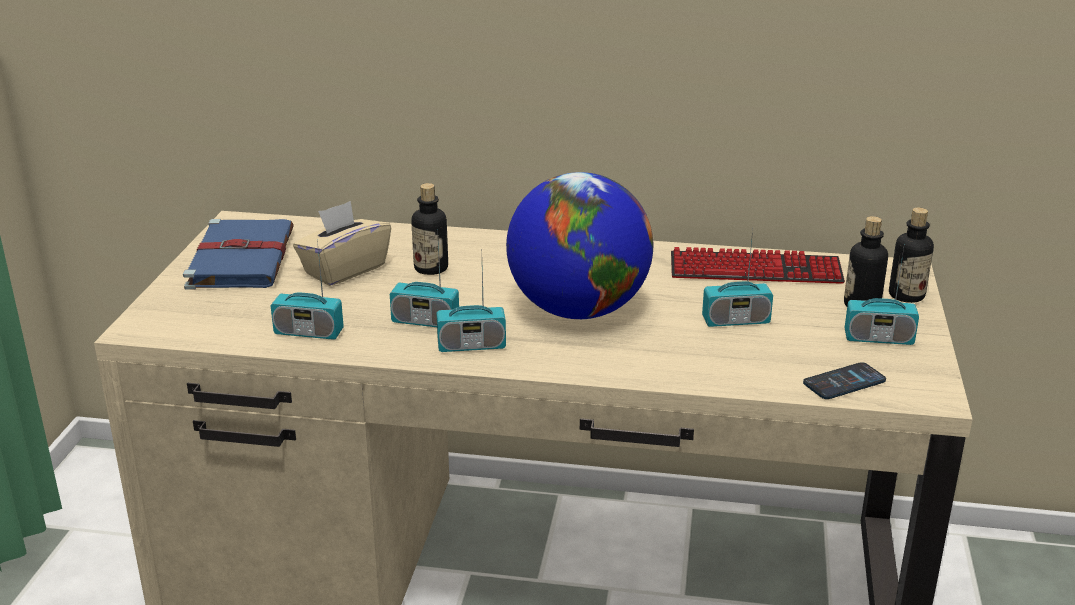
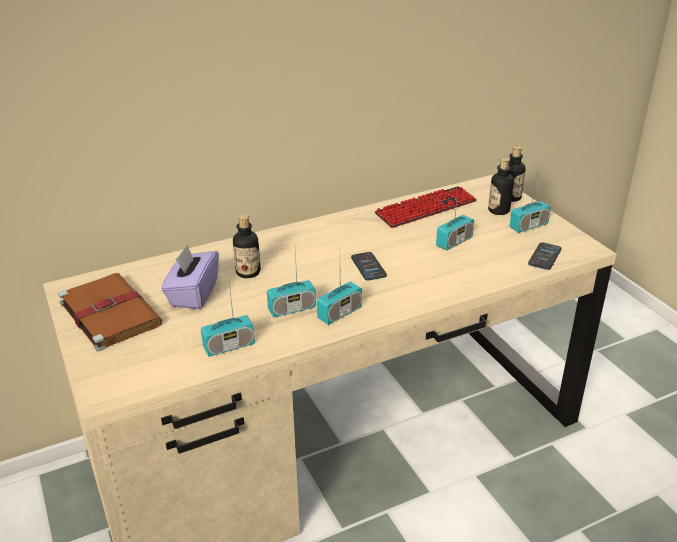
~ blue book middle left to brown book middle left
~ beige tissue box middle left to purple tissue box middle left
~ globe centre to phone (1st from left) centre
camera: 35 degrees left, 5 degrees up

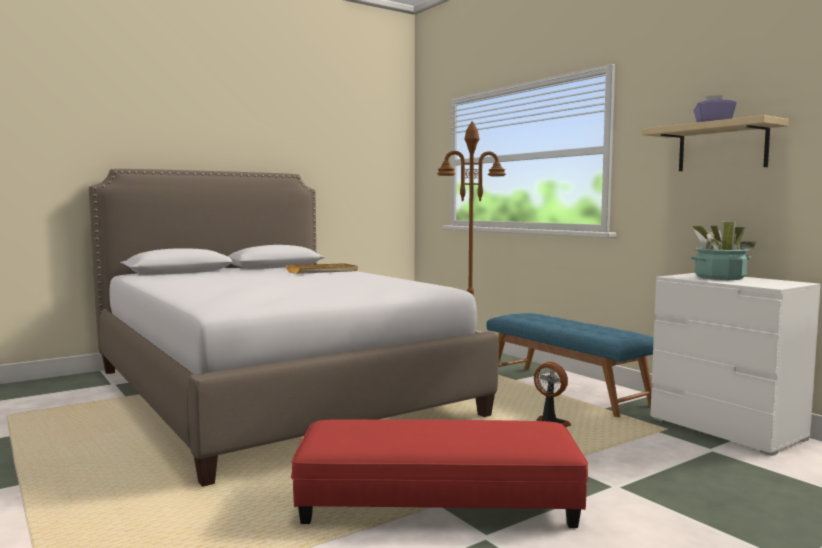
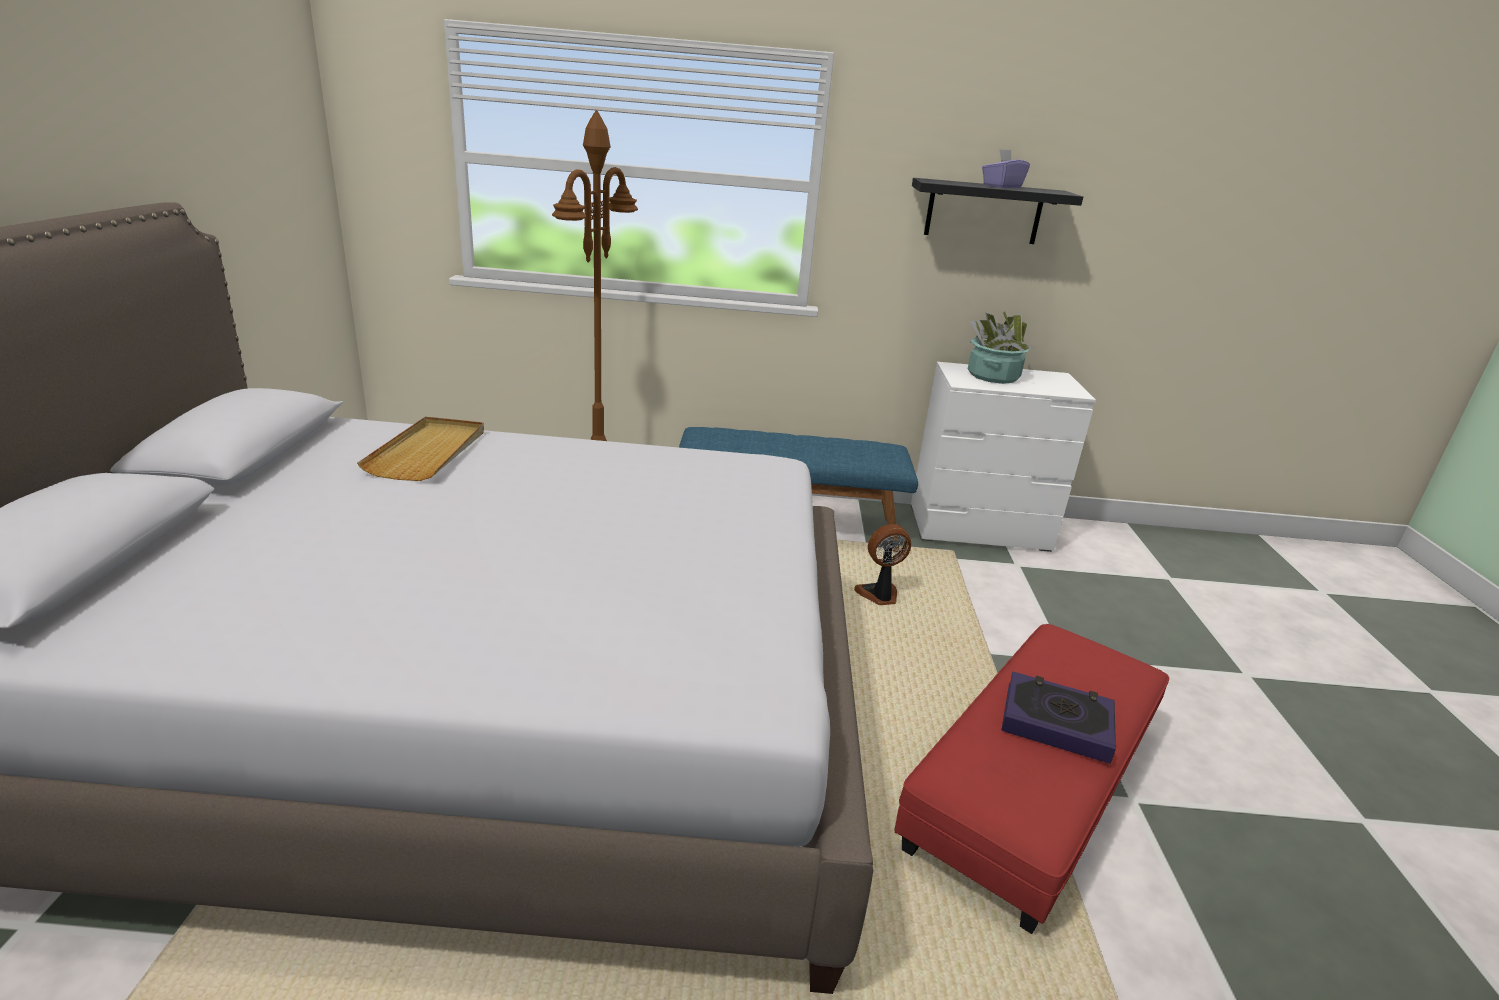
~ beige shelf top right to black shelf top centre
+ book bottom right
camera: 55 degrees left, 20 degrees up

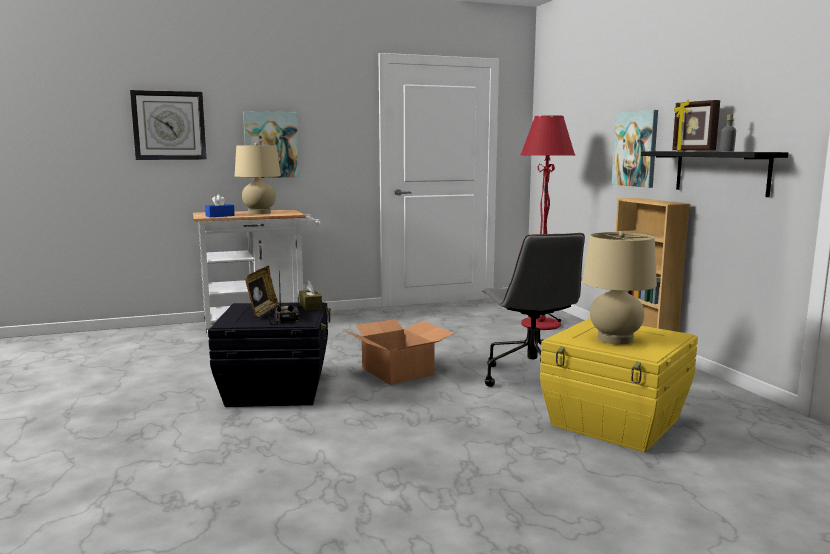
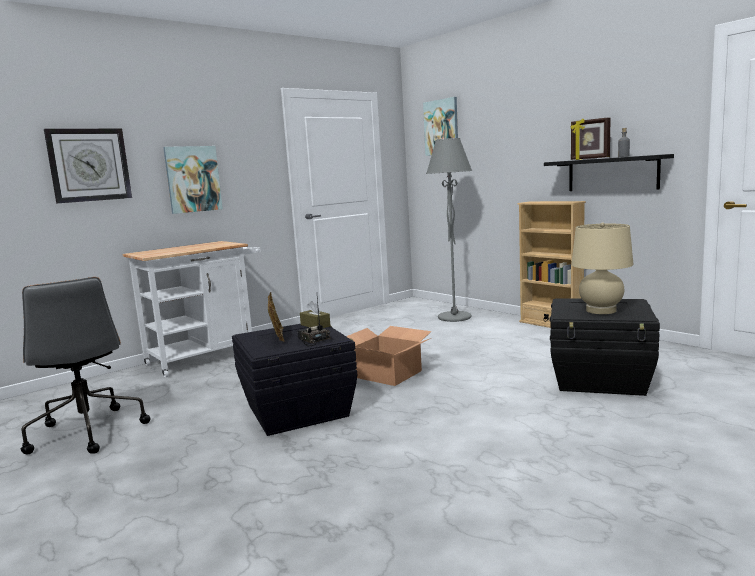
~ grey office chair centre to middle left
~ picture (2nd from left) top right to top centre
~ red floor lamp centre to grey floor lamp centre
~ yellow storage box bottom right to black storage box (2nd from left) middle right
- blue tissue box middle left
- beige table lamp (1st from left) top left
camera: 20 degrees left, 0 degrees up

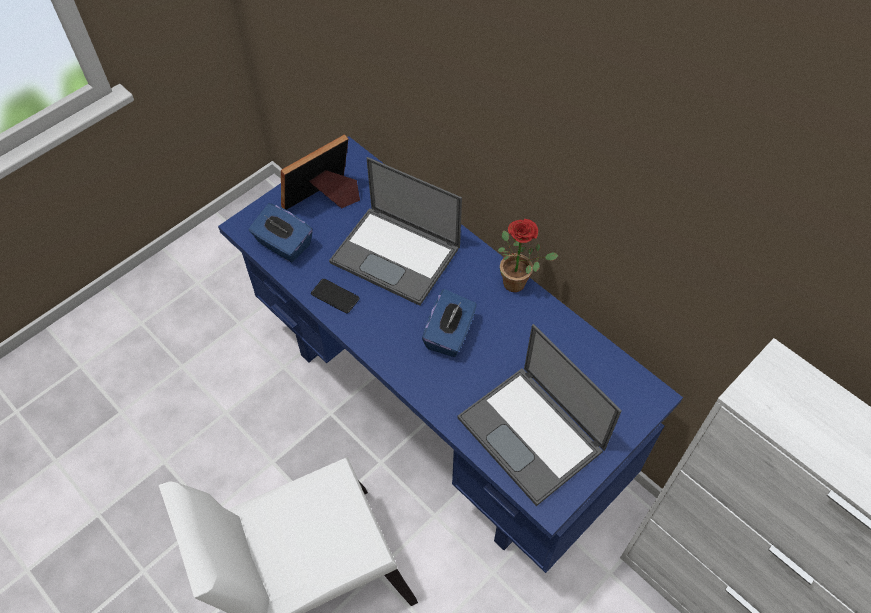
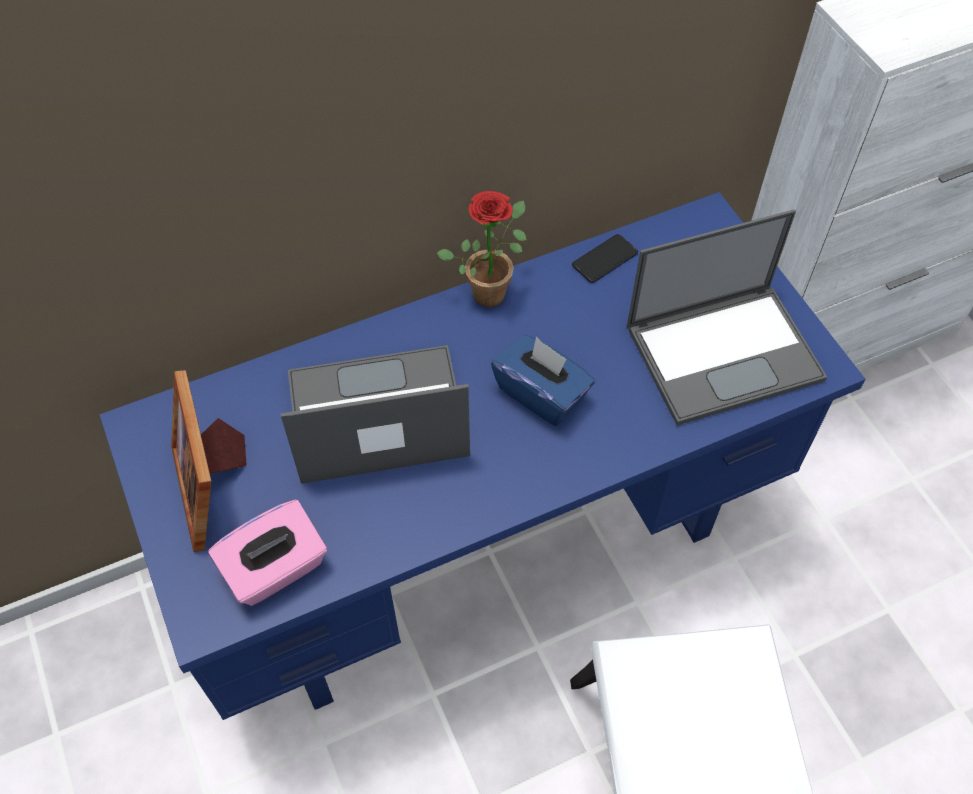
~ blue tissue box (1st from left) middle left to pink tissue box bottom left
~ laptop (1st from left) centre = centre 150 degrees counterclockwise
~ phone centre to top centre
camera: 70 degrees left, 0 degrees up

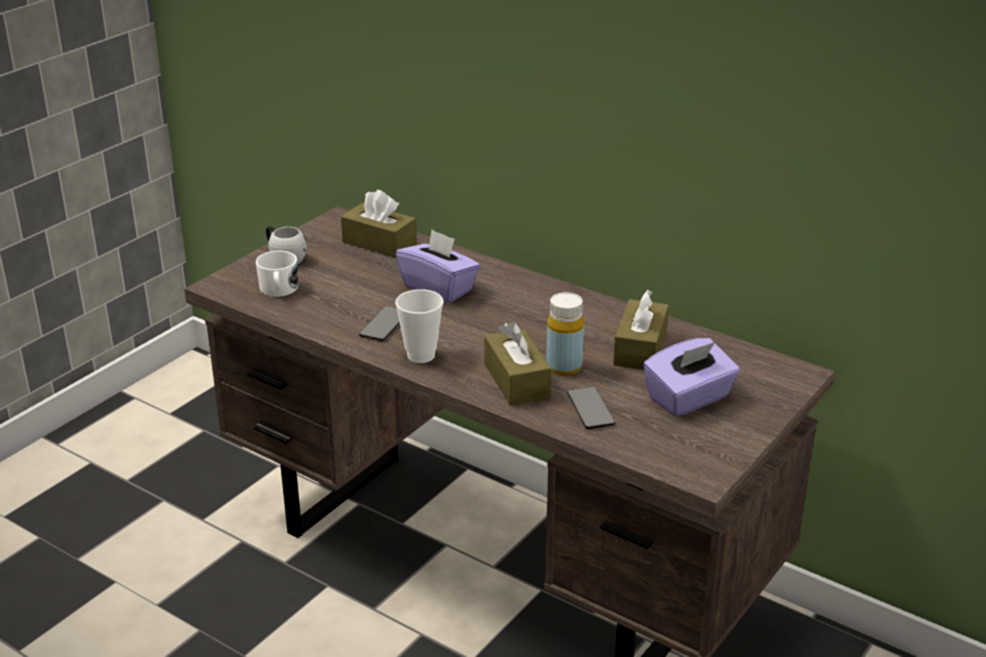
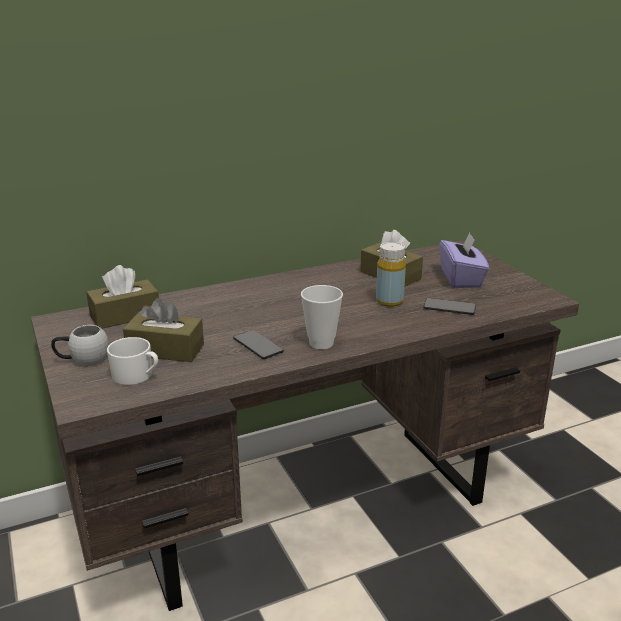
~ brown tissue box (2nd from left) centre to middle left
- purple tissue box (1st from left) centre
camera: 60 degrees left, 5 degrees down

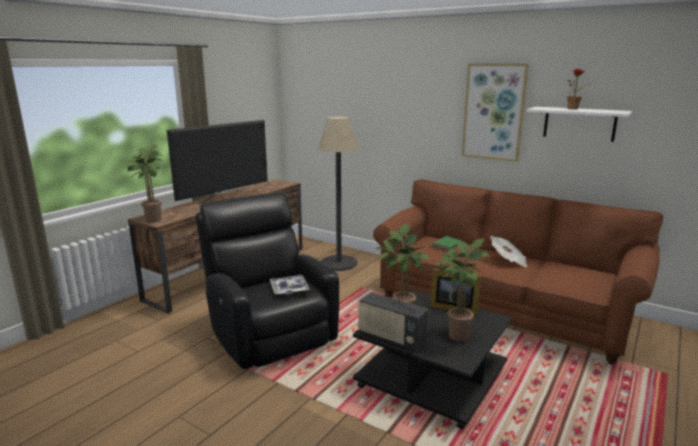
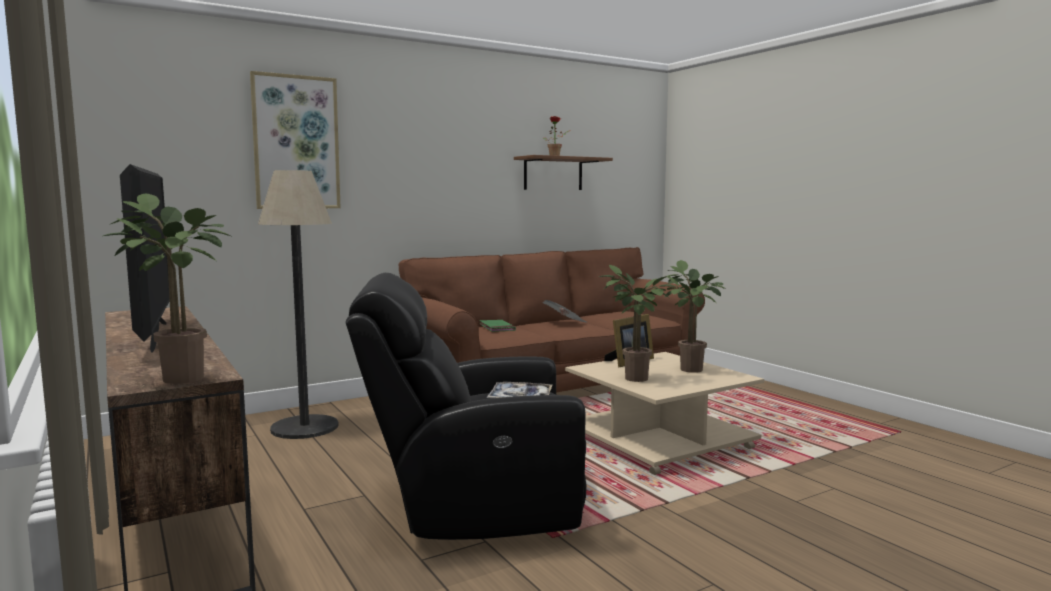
~ picture top right to top left
~ white shelf top right to brown shelf top centre
~ black coffee table bottom centre to beige coffee table bottom centre
- radio bottom centre
camera: 65 degrees left, 10 degrees down

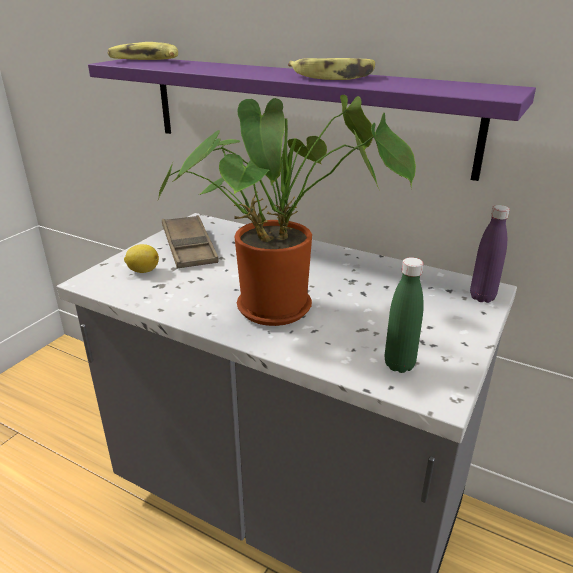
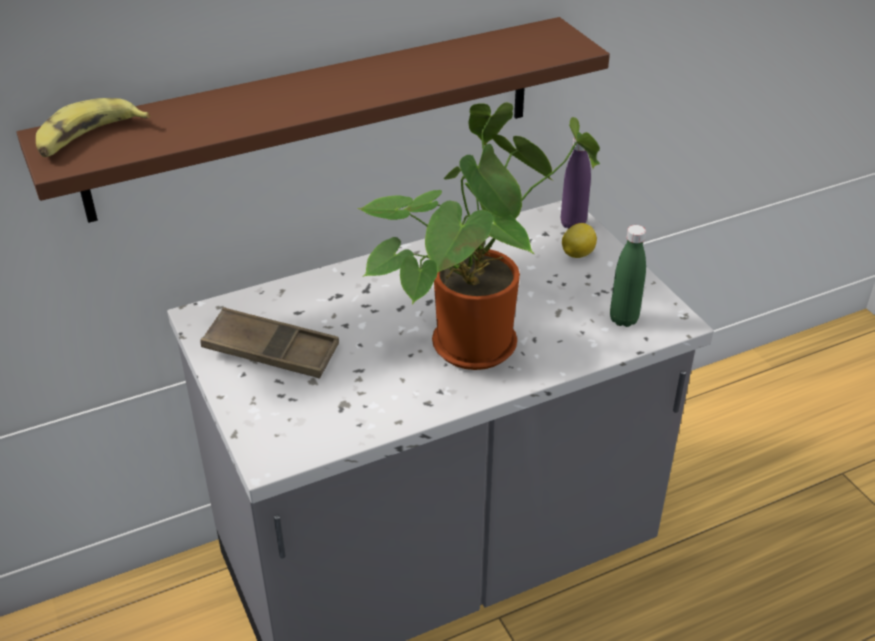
~ purple shelf top centre to brown shelf top centre
~ lemon middle left to centre
- banana (2nd from left) top centre
camera: 55 degrees left, 10 degrees up

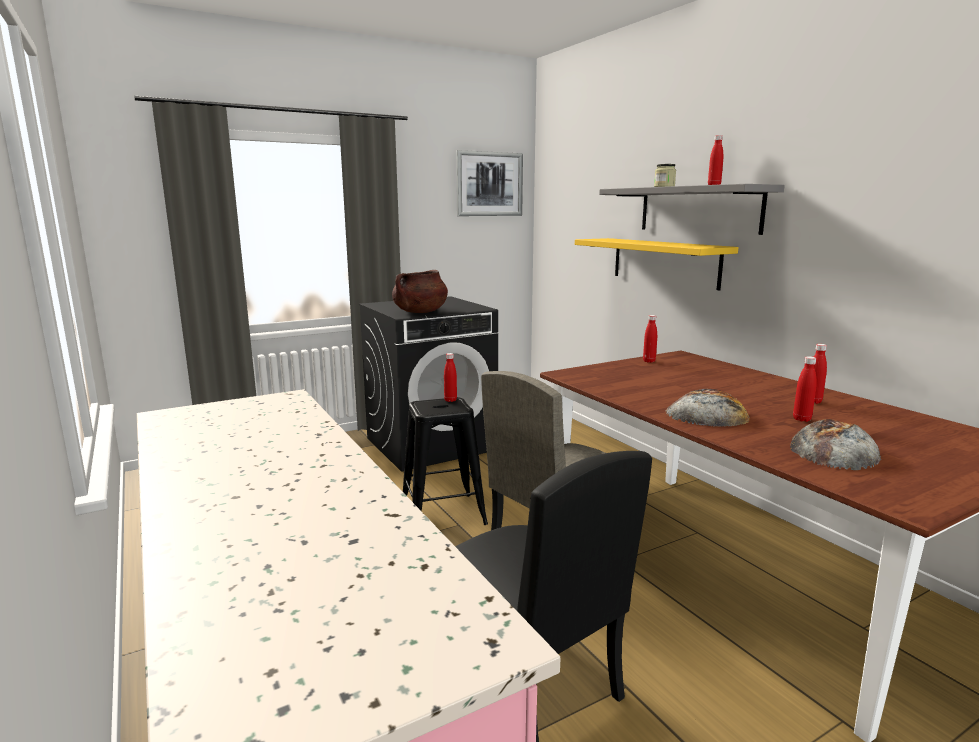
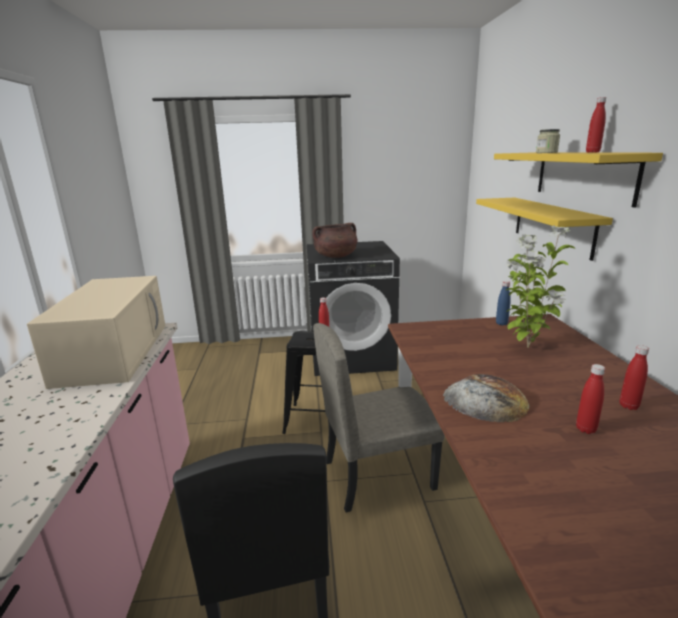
+ beige microwave middle left
~ grey shelf top right to yellow shelf (2nd from left) top right
~ red bottle (2nd from left) centre to blue bottle middle right
+ potted plant middle right
- picture top centre
- bread (2nd from left) middle right
camera: 25 degrees right, 5 degrees up

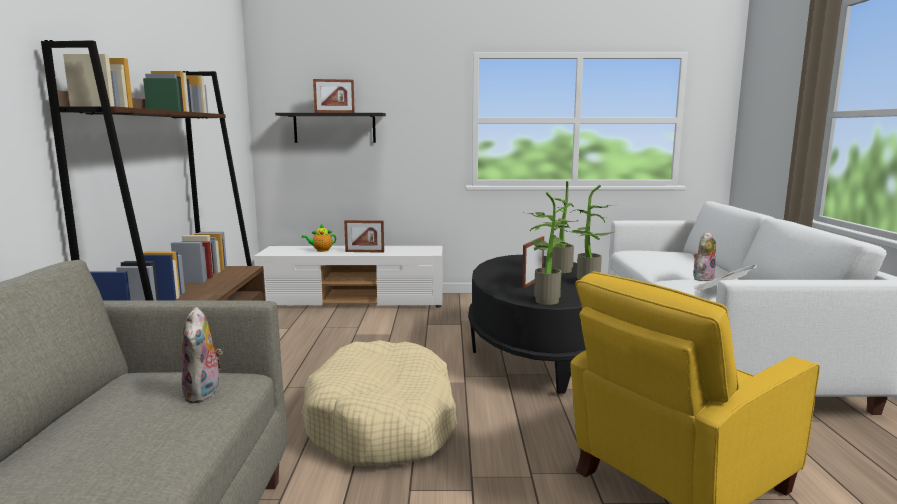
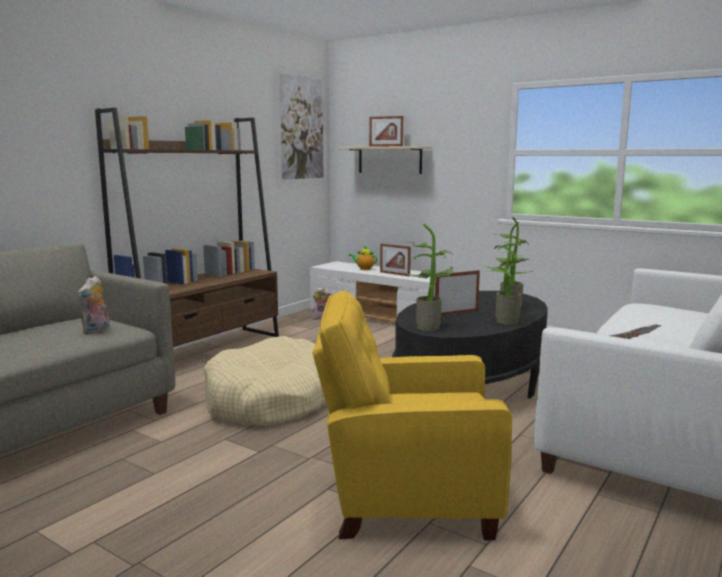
+ picture top centre
~ plush toy (2nd from left) middle right to centre
~ black shelf top centre to beige shelf top centre
camera: 35 degrees right, 0 degrees up

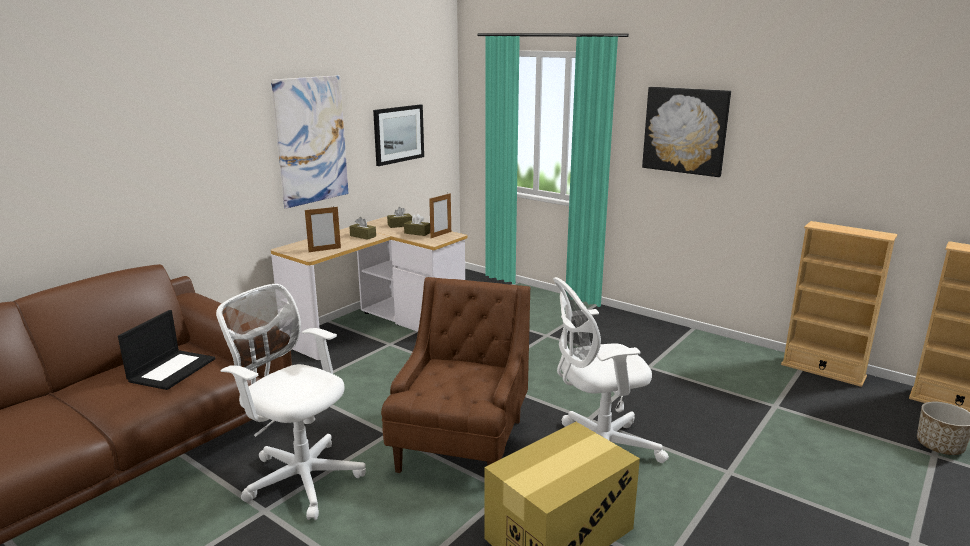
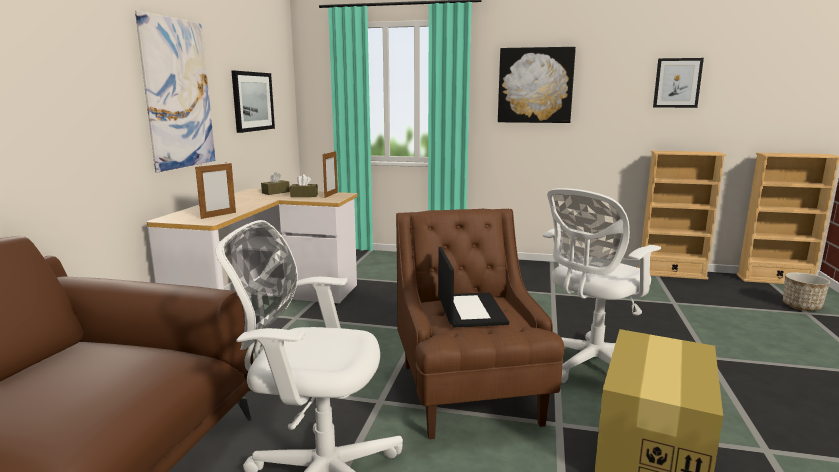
~ laptop middle left to centre
+ picture (4th from left) top right
- brown tissue box (1st from left) centre
camera: 25 degrees left, 5 degrees down

